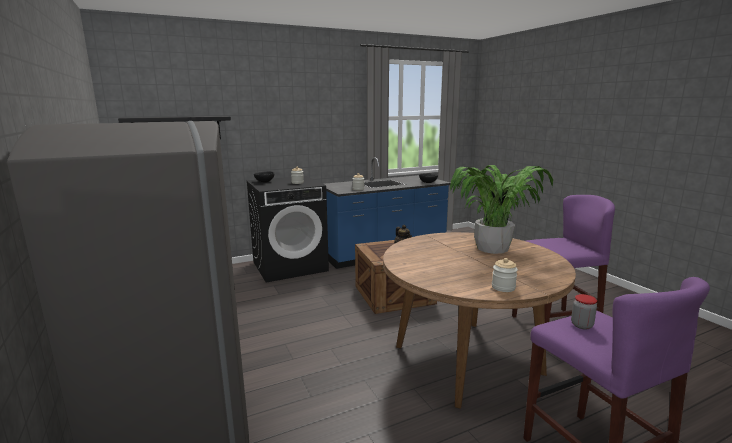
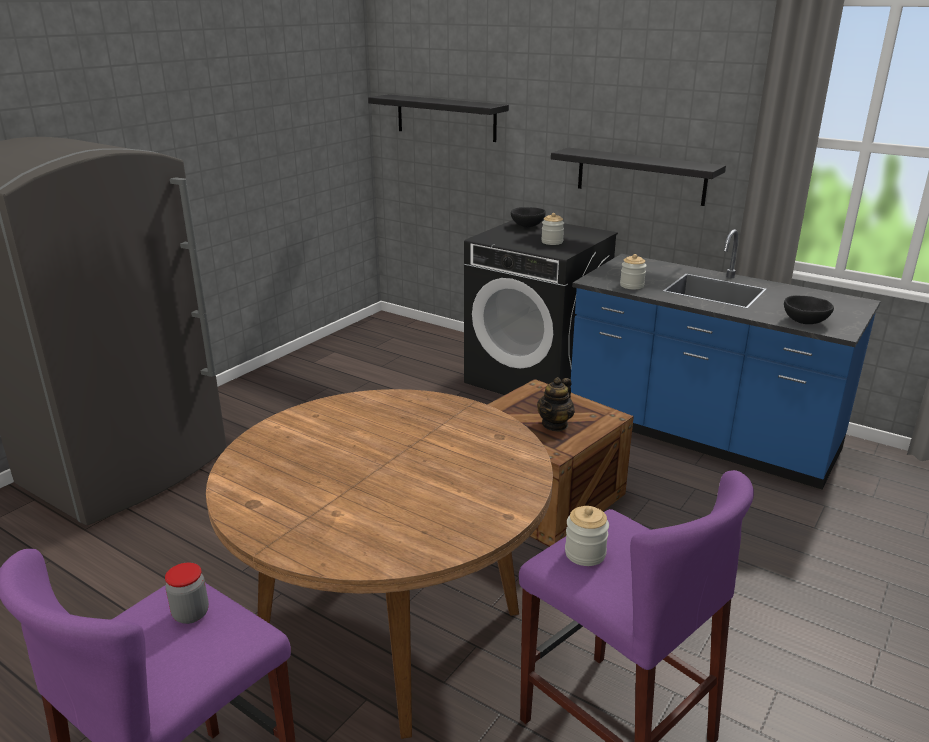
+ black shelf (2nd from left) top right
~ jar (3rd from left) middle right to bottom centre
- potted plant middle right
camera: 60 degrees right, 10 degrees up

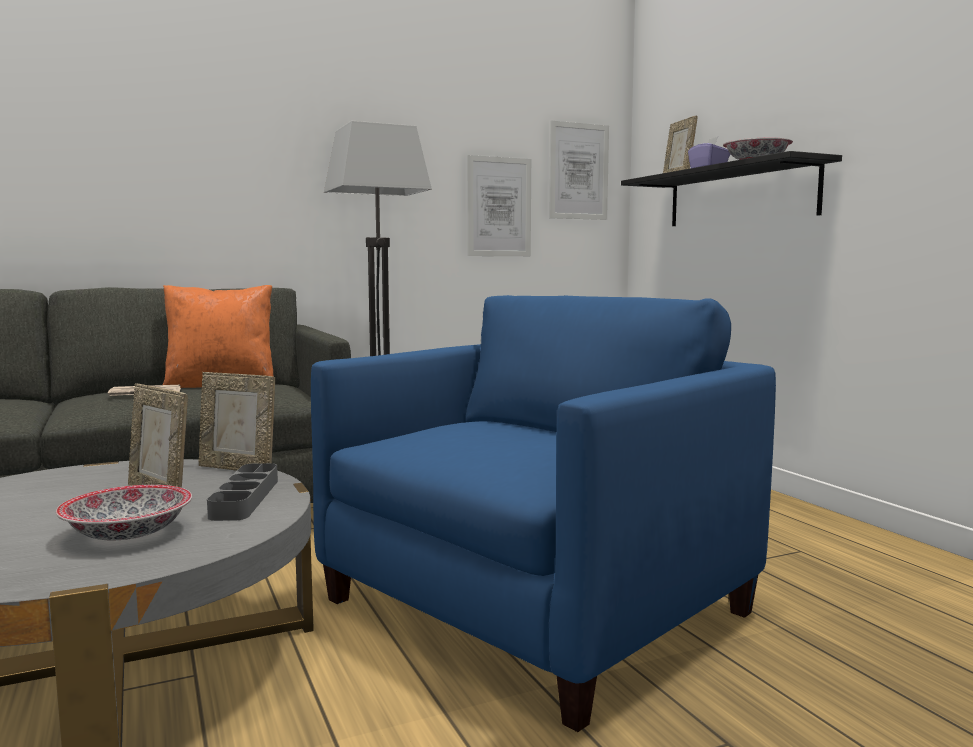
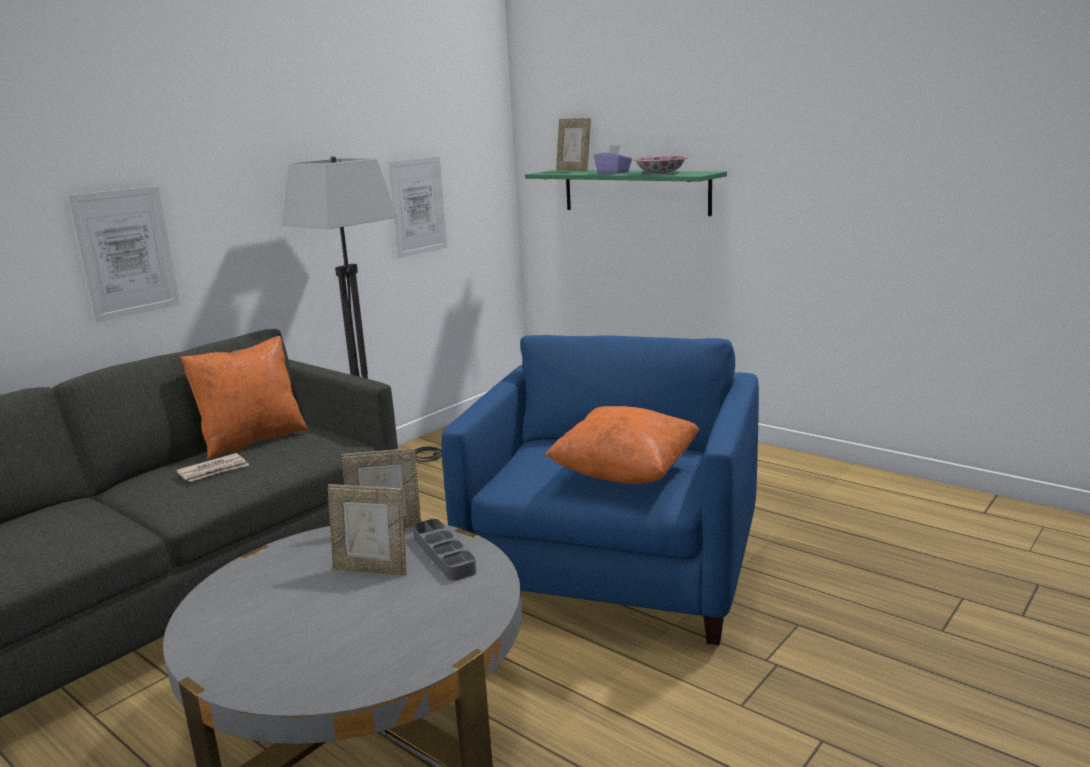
~ picture (2nd from left in the first image) top centre to picture (1st from left) top left
~ black shelf top right to green shelf top centre
+ orange pillow (2nd from left) centre
- bowl (1st from left) bottom left
camera: 25 degrees left, 10 degrees up

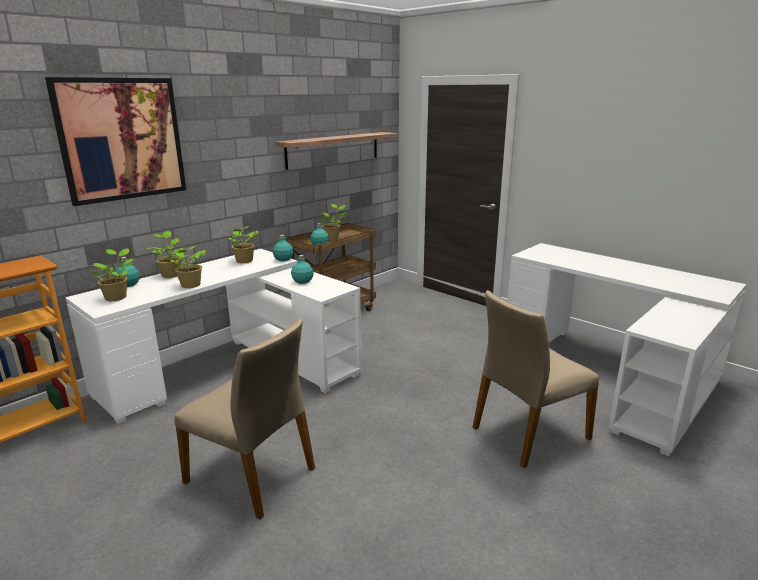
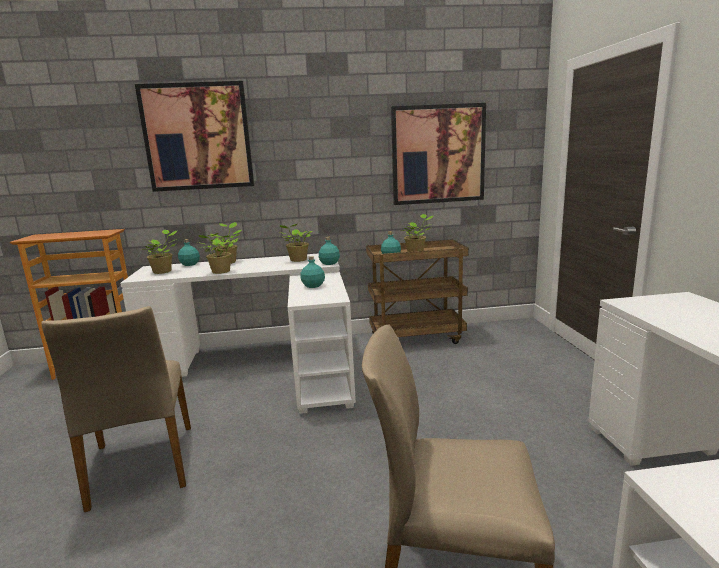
~ shelf top centre to picture (2nd from left) top centre
camera: 40 degrees right, 5 degrees down

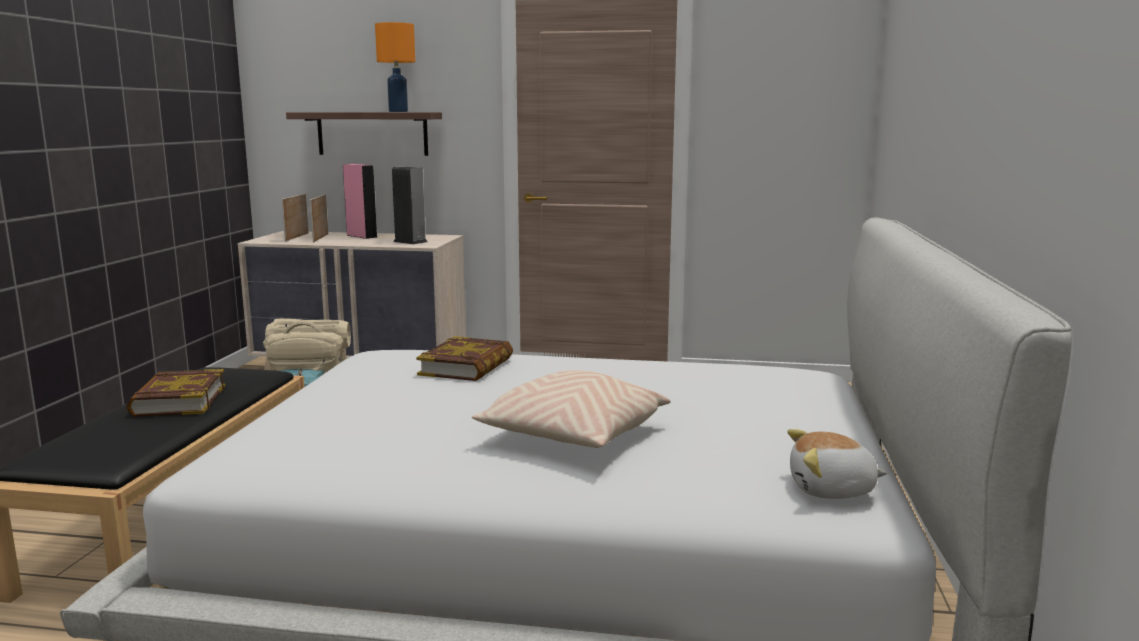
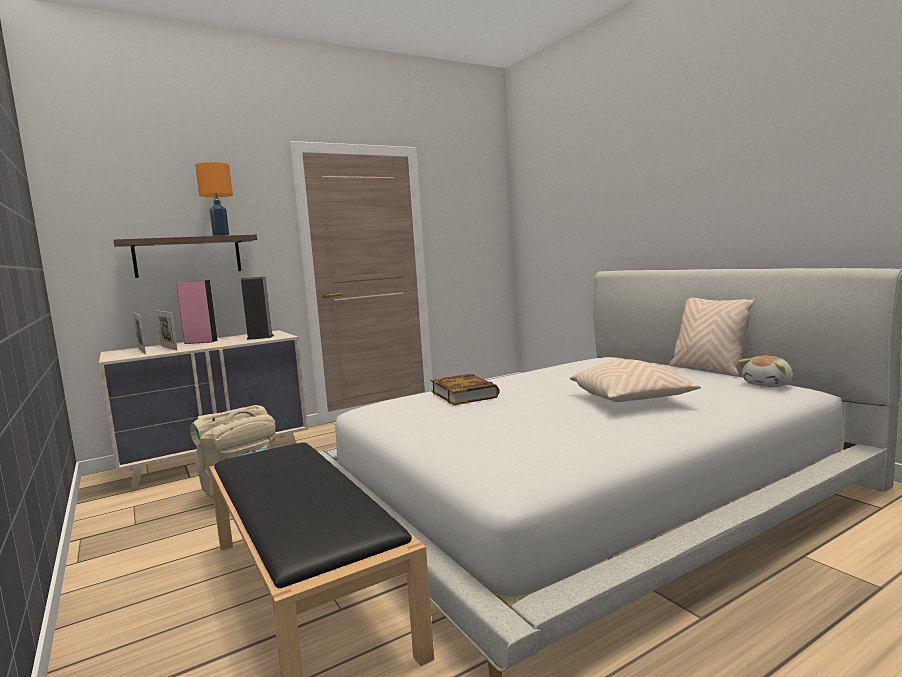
+ beige pillow (2nd from left) middle right
- book (1st from left) middle left
camera: 40 degrees left, 5 degrees down

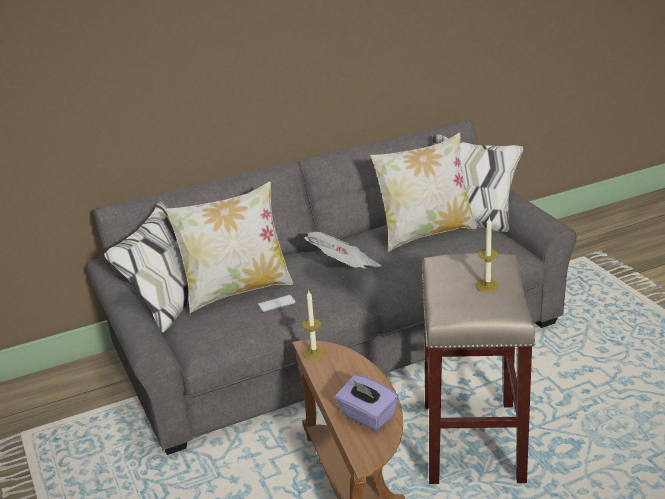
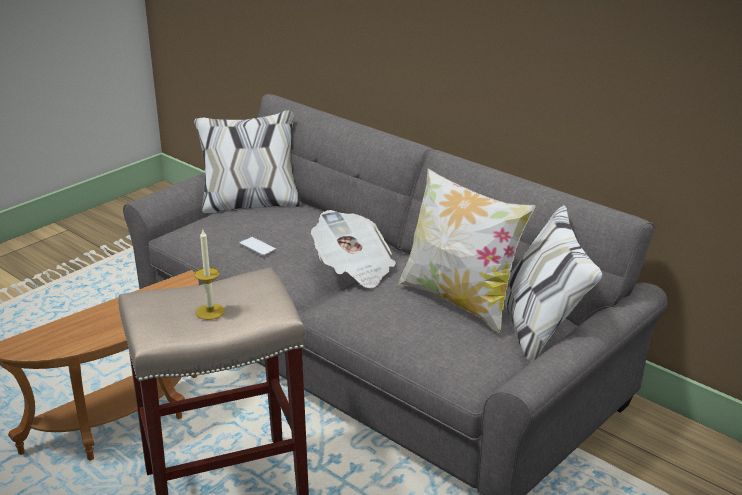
- pillow (1st from left) centre
- candle (1st from left) centre
- purple tissue box bottom centre
camera: 65 degrees right, 0 degrees up

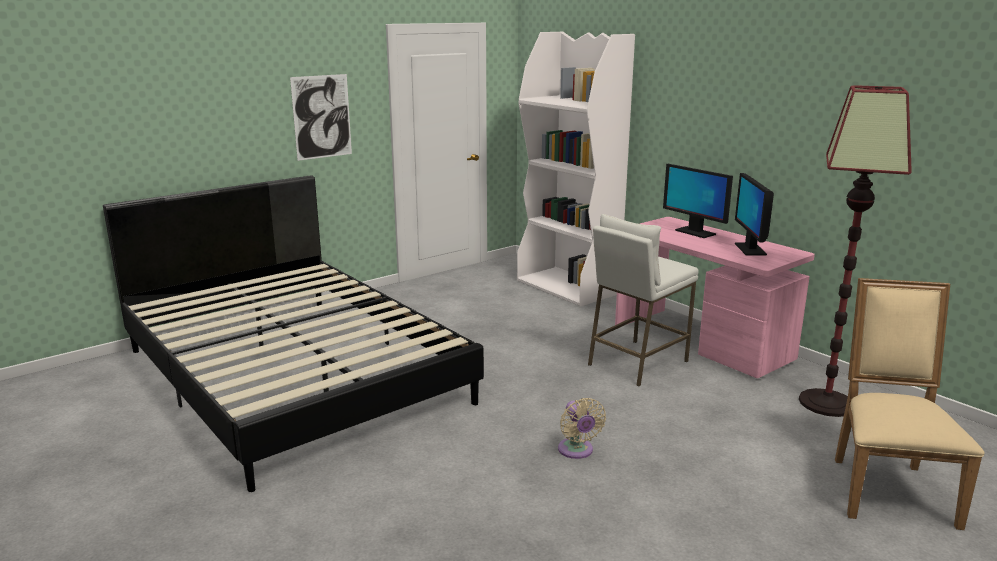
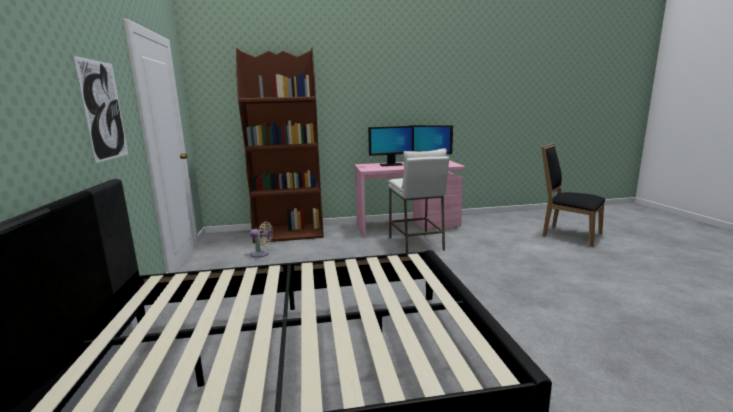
~ white bookcase top centre to brown bookcase centre
~ beige fan bottom centre to centre
~ beige chair bottom right to black chair middle right
- floor lamp middle right
camera: 60 degrees left, 5 degrees down

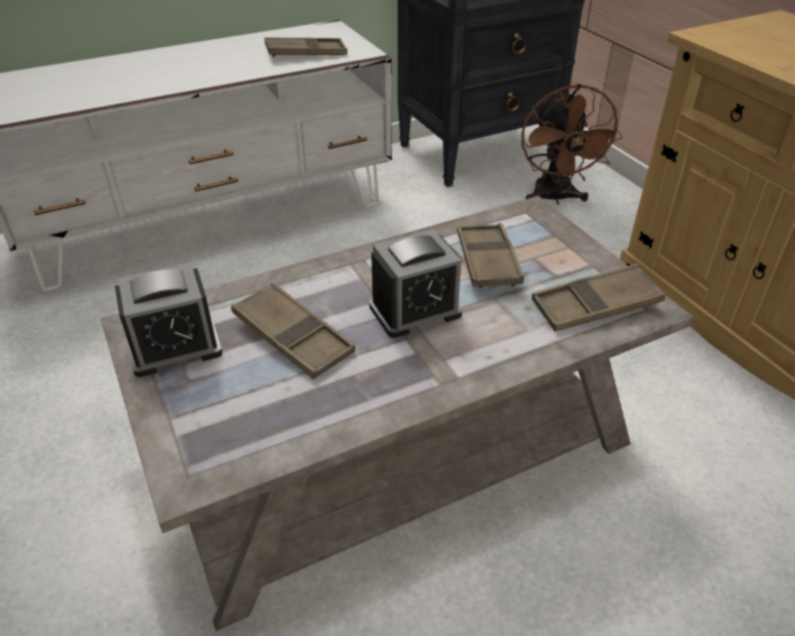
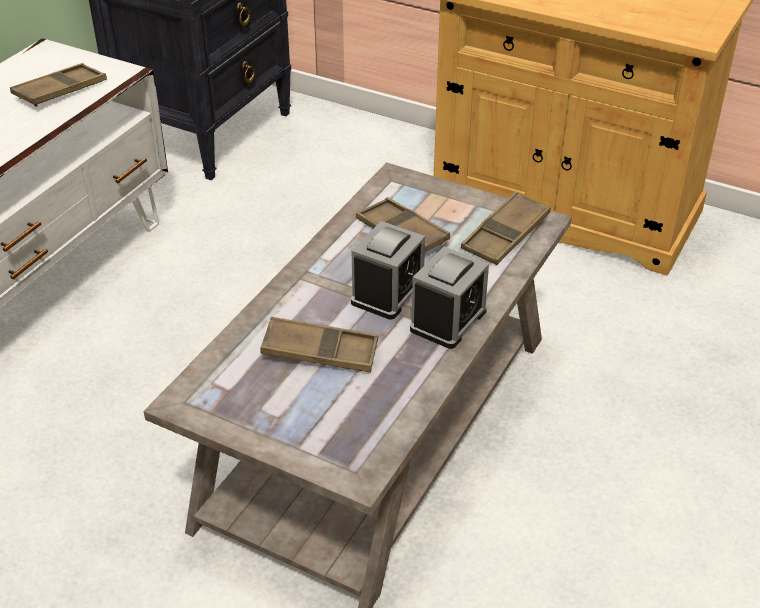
~ alarm clock (1st from left in the first image) middle left to alarm clock (2nd from left) centre
- brown fan top right
camera: 35 degrees left, 0 degrees up

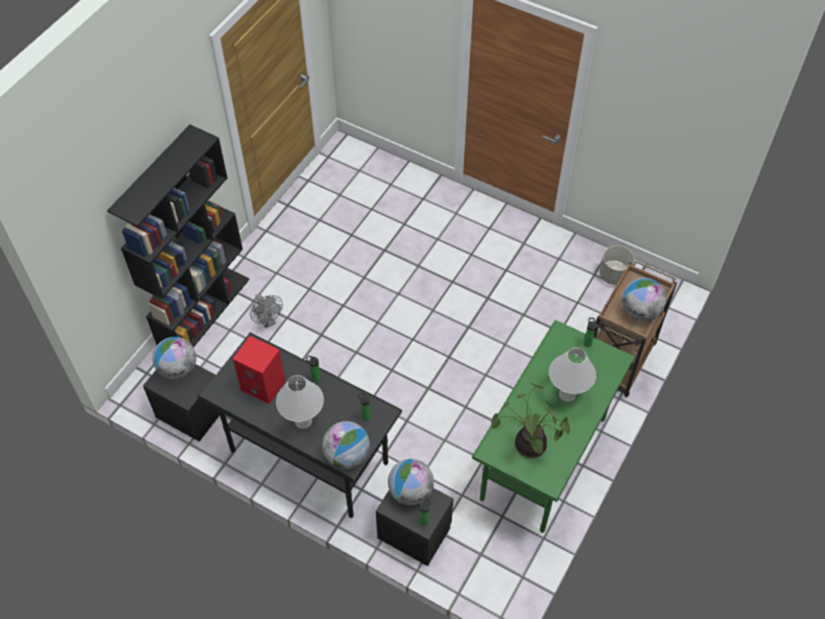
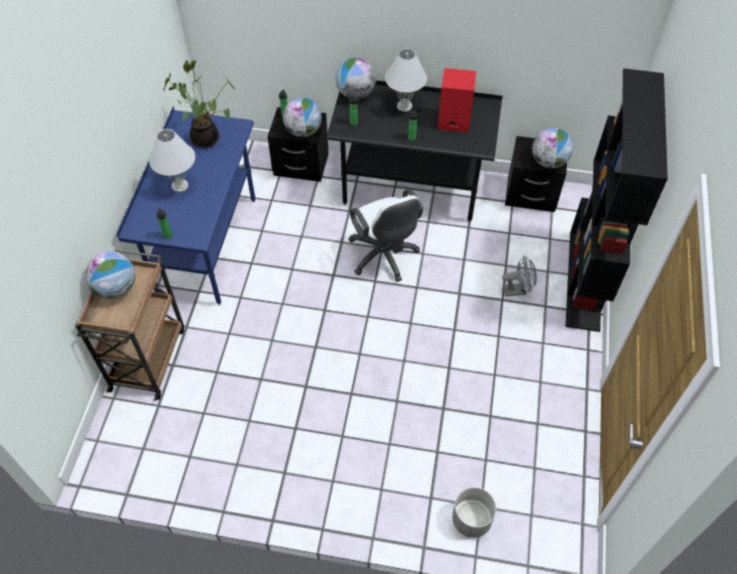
~ green desk bottom right to blue desk middle left
+ white office chair centre
~ grey planter middle right to bottom centre
~ grey fan middle left = middle right 135 degrees clockwise
camera: 160 degrees right, 0 degrees up

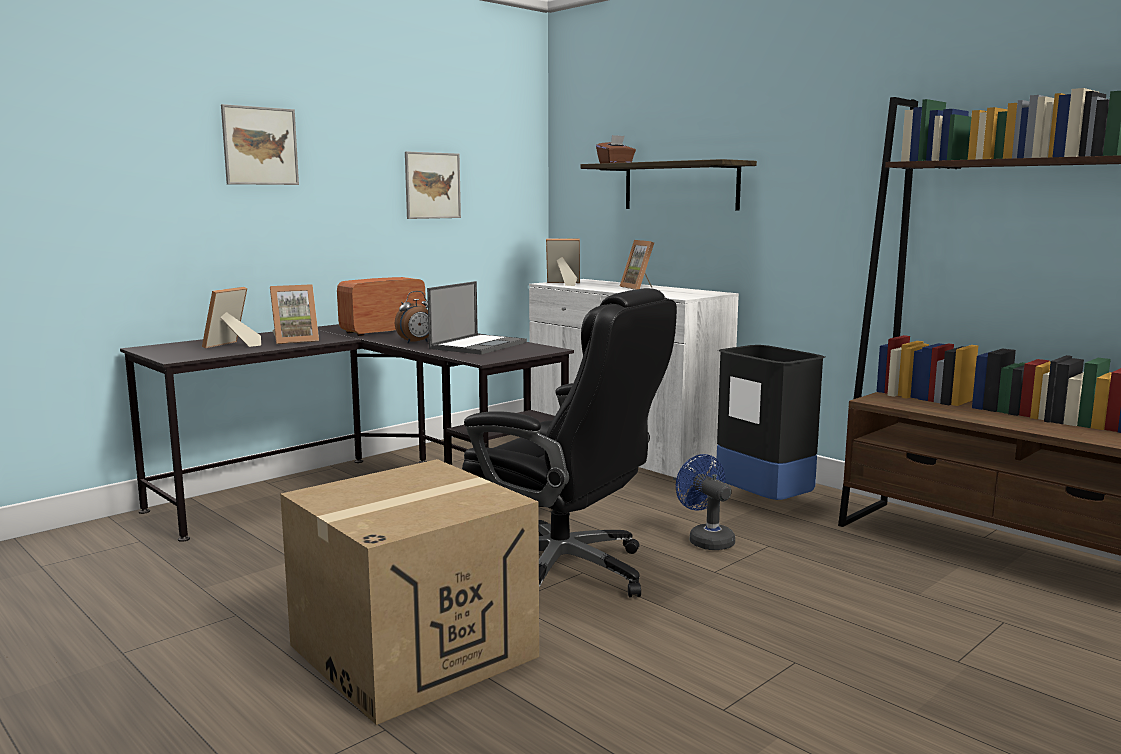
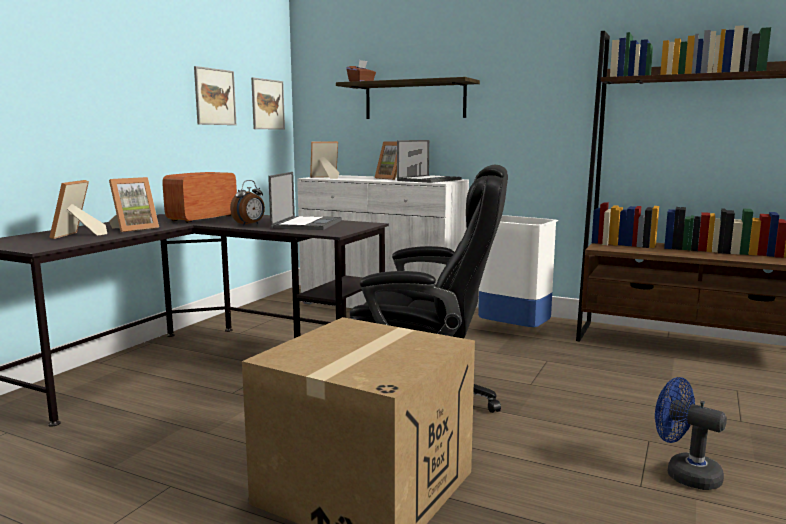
~ picture (1st from left in the first image) top left to picture (2nd from left) top centre
+ laptop (2nd from left) top centre
~ black trash can middle right to white trash can centre
~ blue fan centre to bottom right
camera: 20 degrees left, 0 degrees up

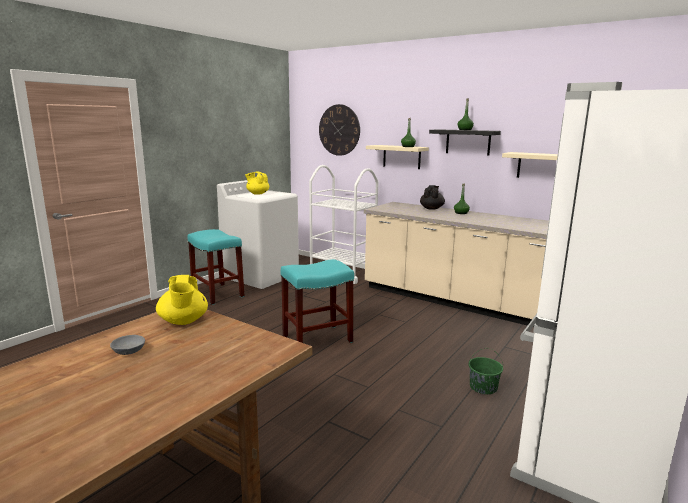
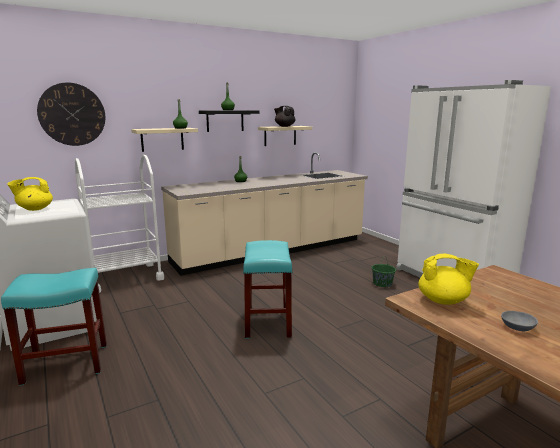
~ black teapot centre to top centre
camera: 65 degrees left, 0 degrees up

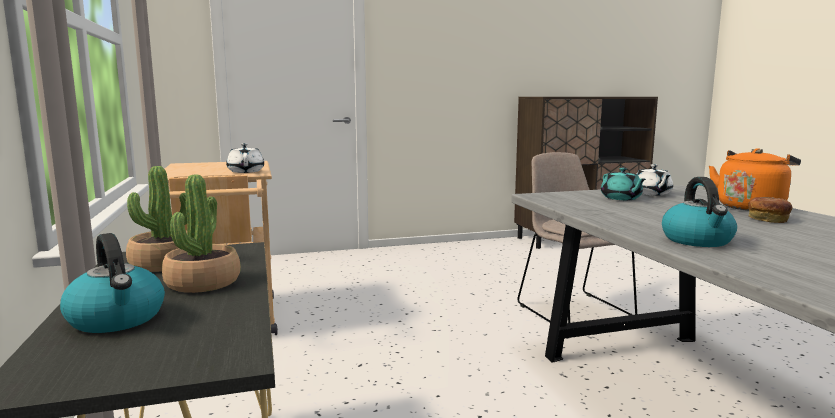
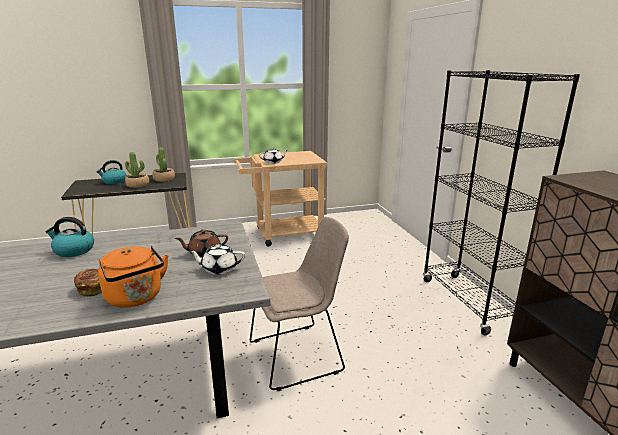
~ turquoise teapot middle right to brown teapot middle left
+ black bookcase middle right
camera: 90 degrees right, 10 degrees up

